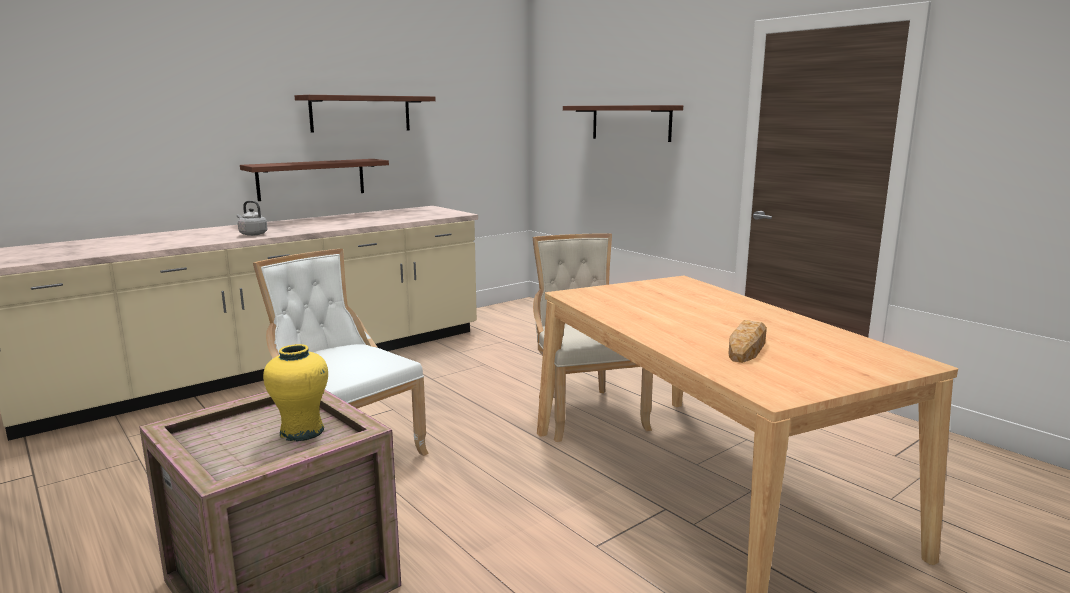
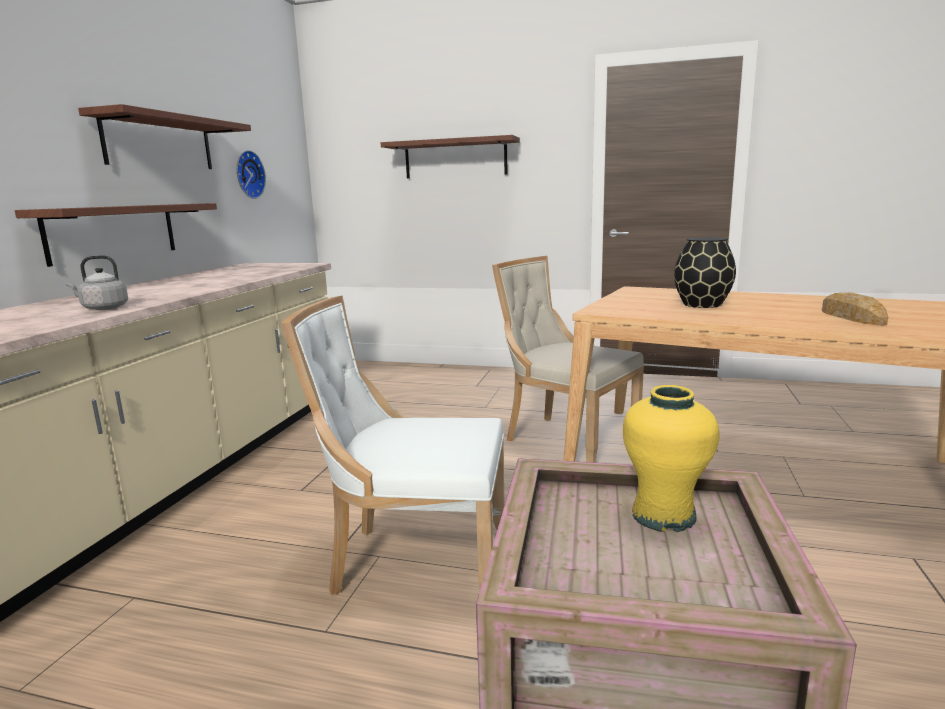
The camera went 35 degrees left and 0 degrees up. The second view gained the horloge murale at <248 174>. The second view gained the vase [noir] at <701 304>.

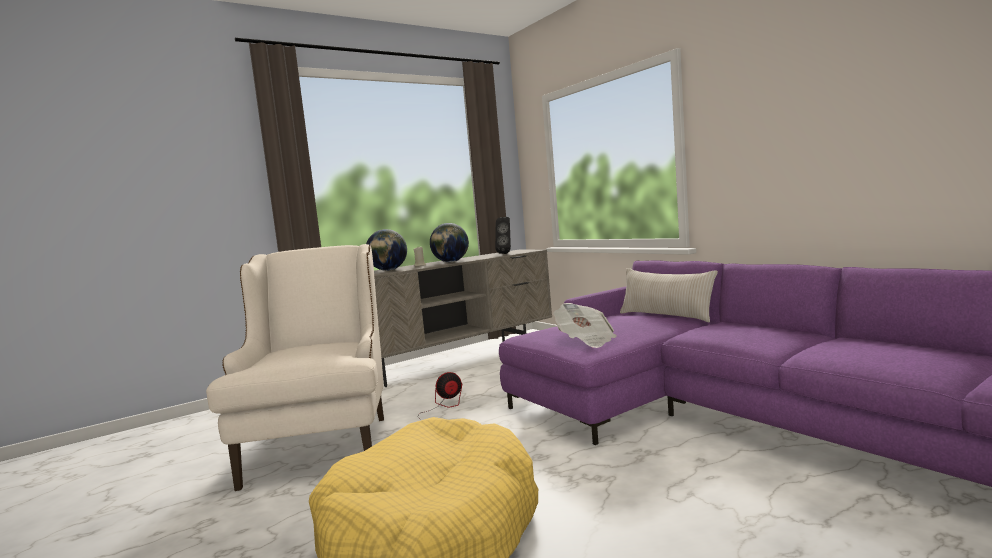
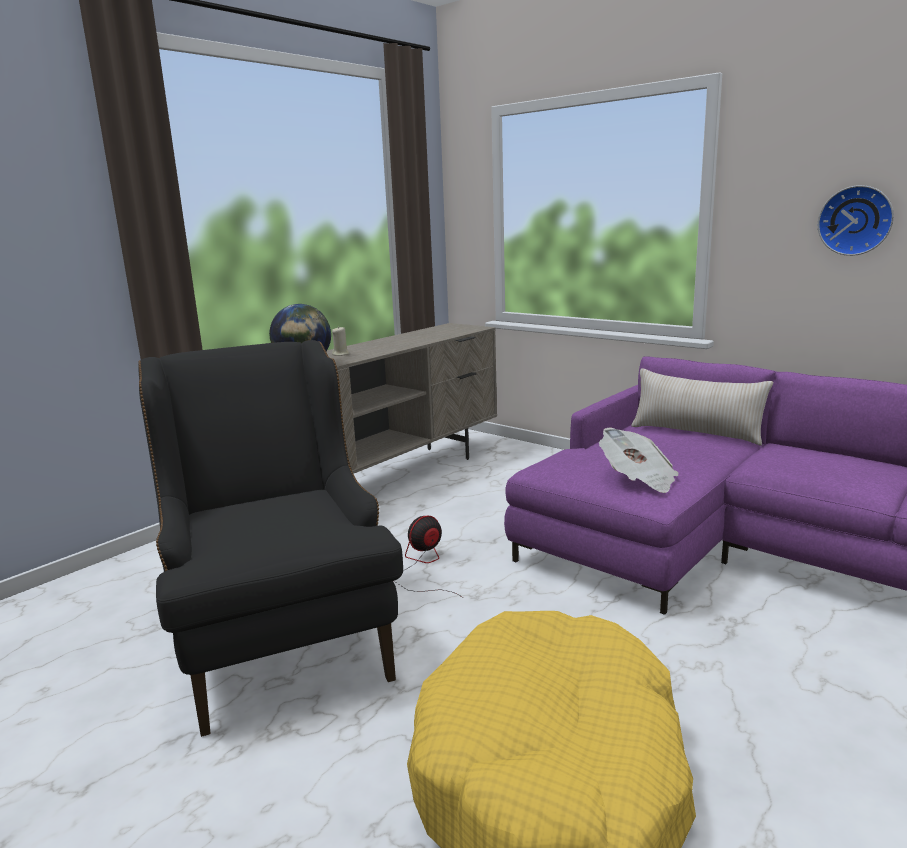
The camera went 15 degrees left and 10 degrees up. What was the fauteuil [beige] at <322 442> turned into the fauteuil [noir] at <280 635>. The second view gained the horloge murale at <855 220>. The second view lost the globe at <451 262>. The second view lost the enceinte [noir] at <506 253>.

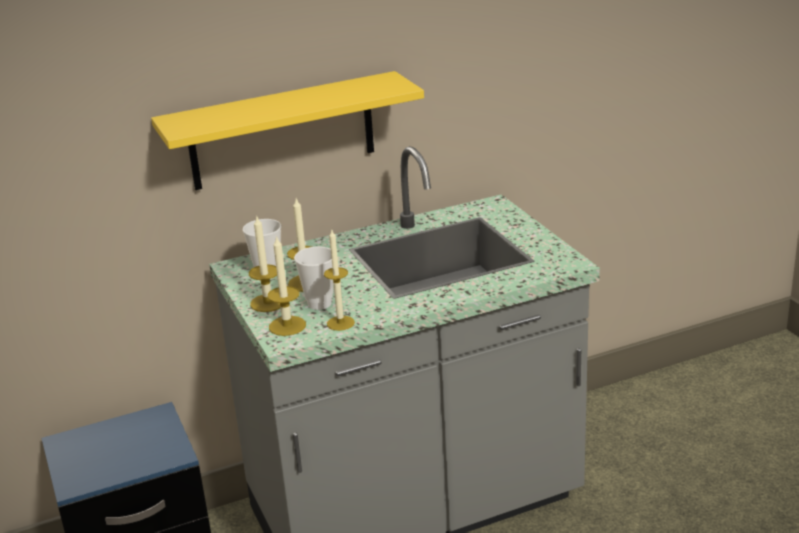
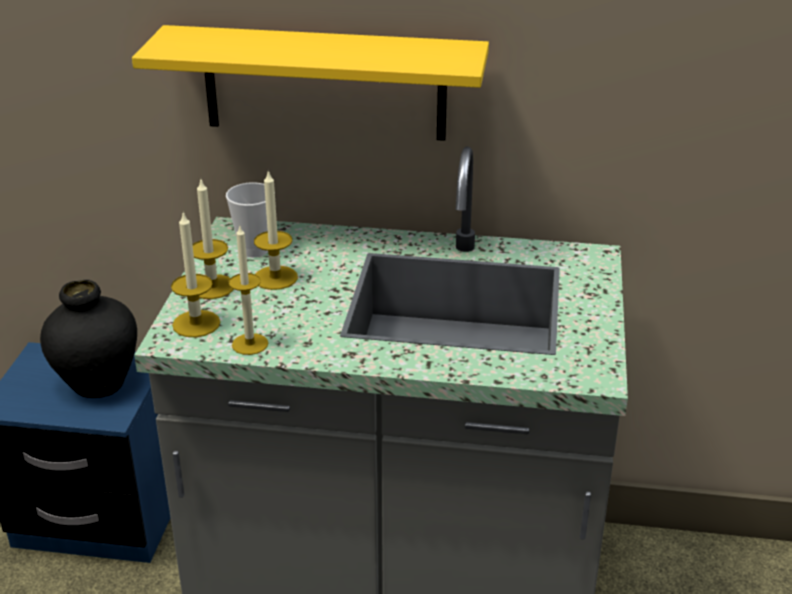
The camera went 30 degrees right and 5 degrees up. The second view gained the vase [noir] at <98 384>. The second view lost the tasse at <319 304>.

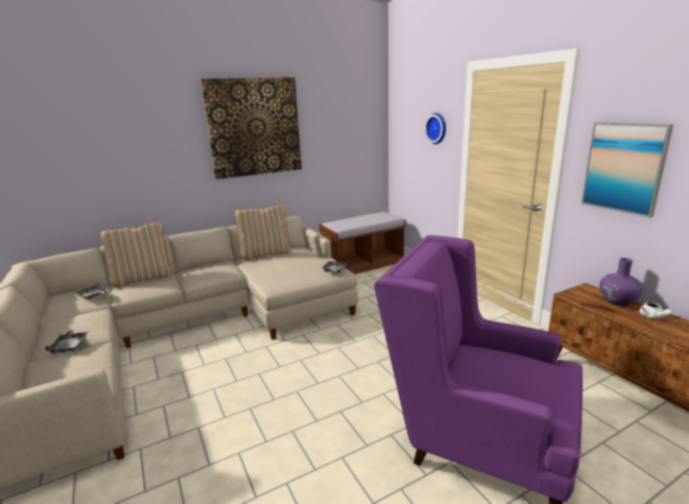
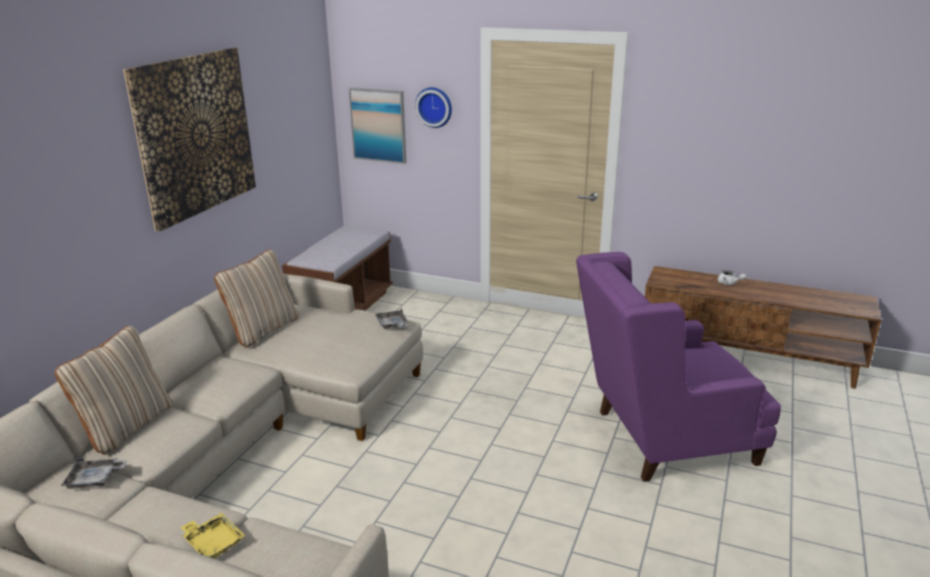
The camera went 40 degrees left and 5 degrees up. What was the plateau [gris] at <70 346> turned into the plateau [jaune] at <213 543>. The tableau ended up elsewhere, having gone from <624 168> to <378 125>. The second view lost the vase [violet] at <617 301>.

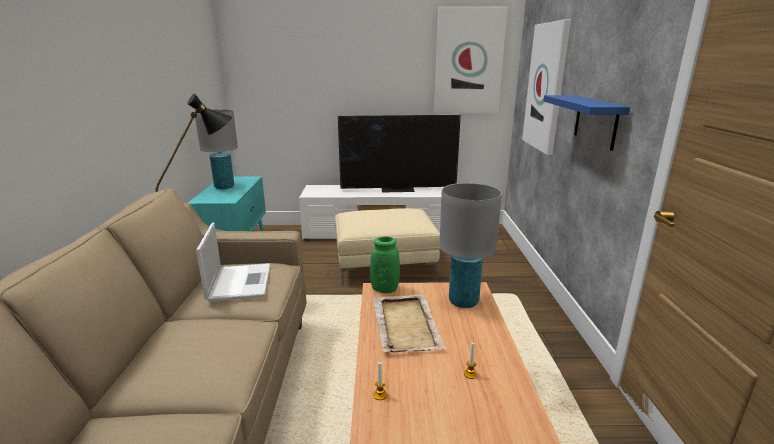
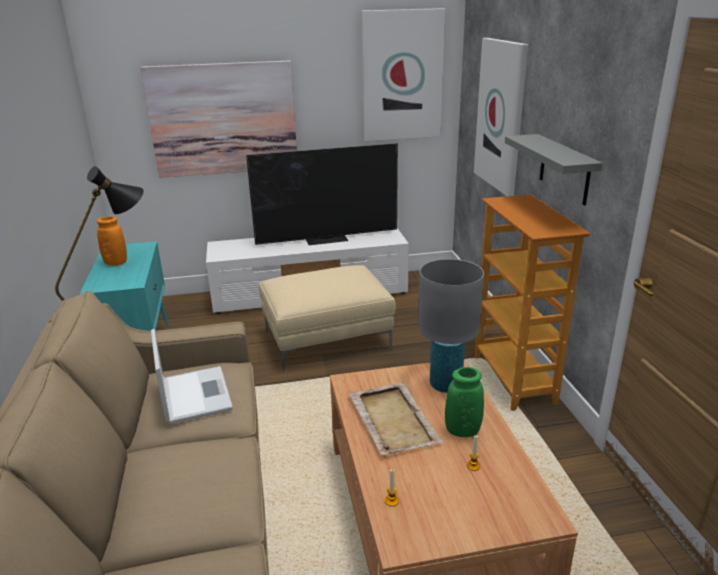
The camera went 10 degrees left and 5 degrees up. Where the lampe de table [gris] stood at <224 187>, the vase [orange] came to stand at <116 263>. The second view gained the tableau at <223 119>. The vase [vert] ended up elsewhere, having gone from <385 289> to <462 430>. The second view gained the bibliothèque at <515 380>. What was the étagère [bleu] at <595 121> turned into the étagère [gris] at <564 169>.

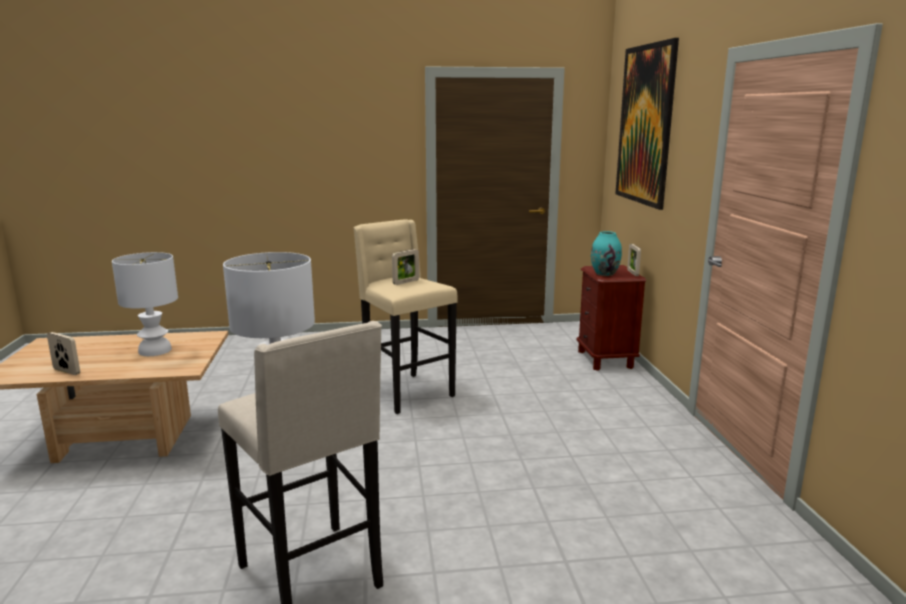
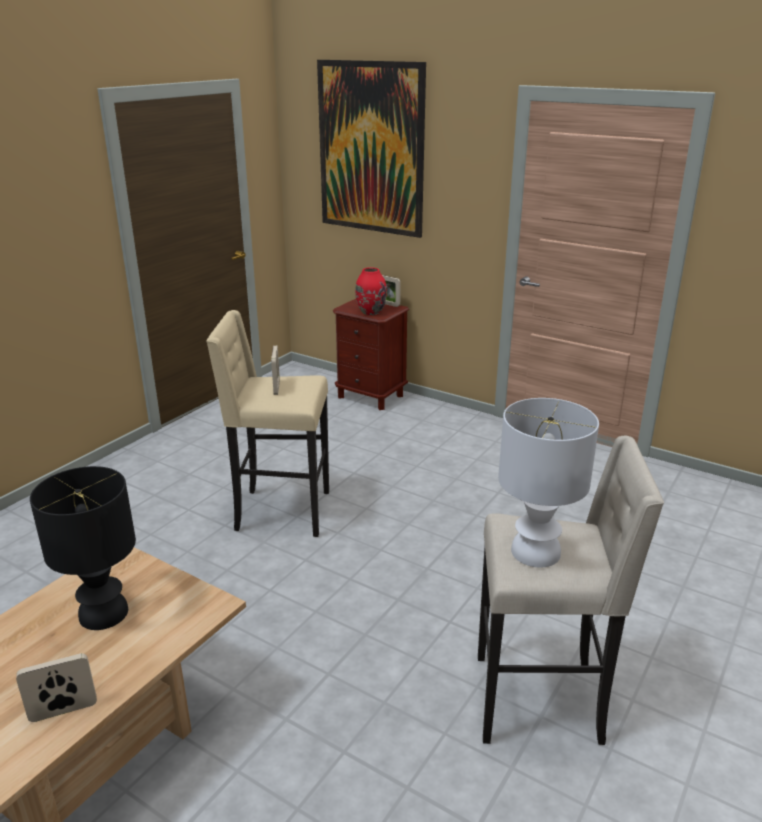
The camera went 50 degrees left and 10 degrees up. What was the lampe de table [blanc] at <156 350> turned into the lampe de table [noir] at <104 612>. What was the vase [turquoise] at <604 273> turned into the vase [rouge] at <371 312>.

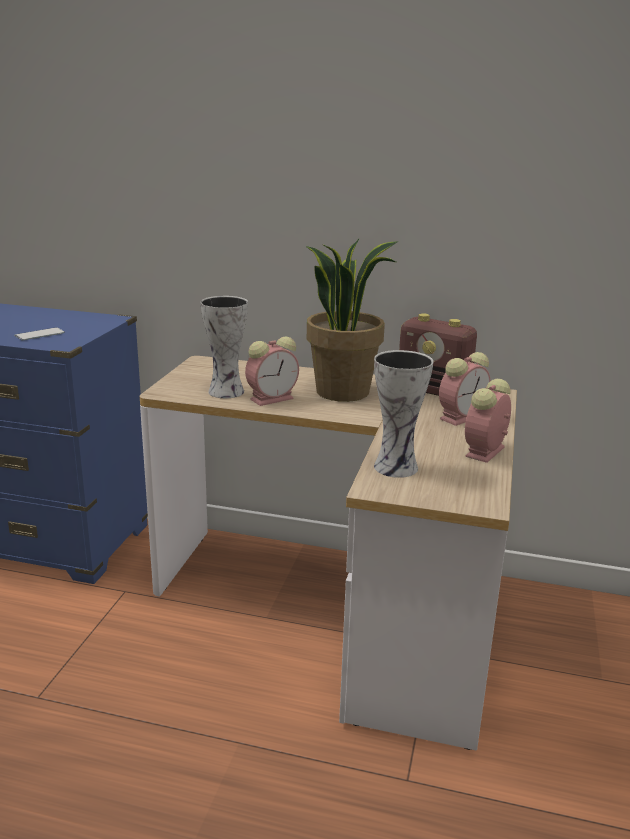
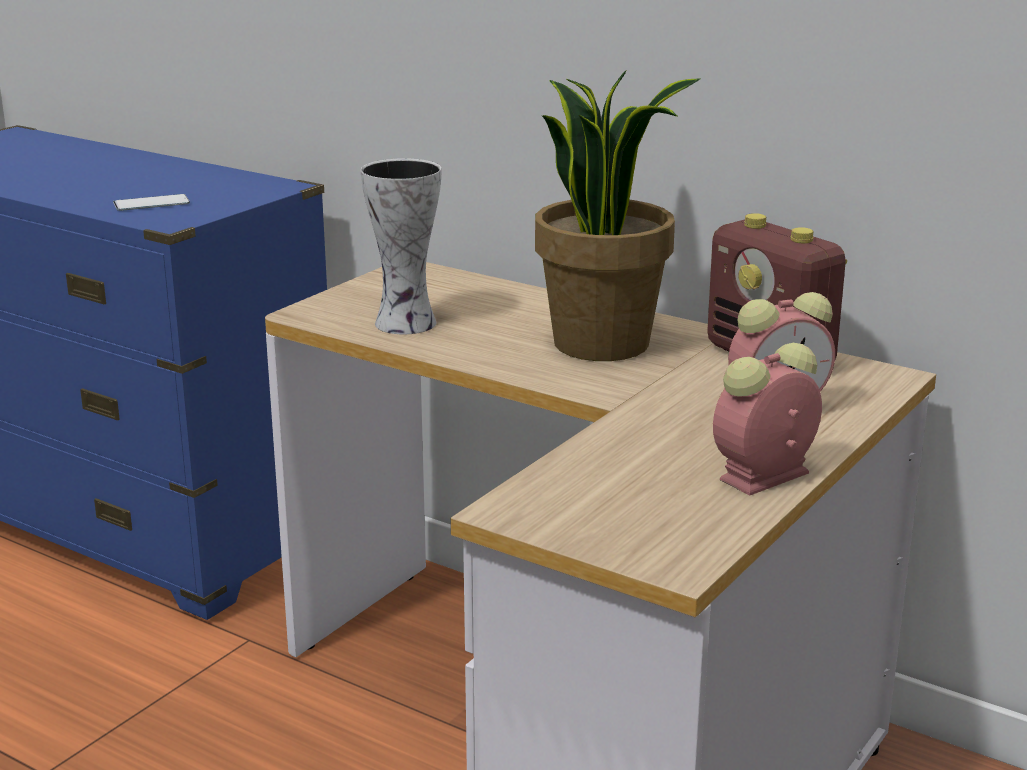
The camera went 20 degrees right and 0 degrees up. The second view lost the réveil at <273 398>. The second view lost the vase at <398 467>.

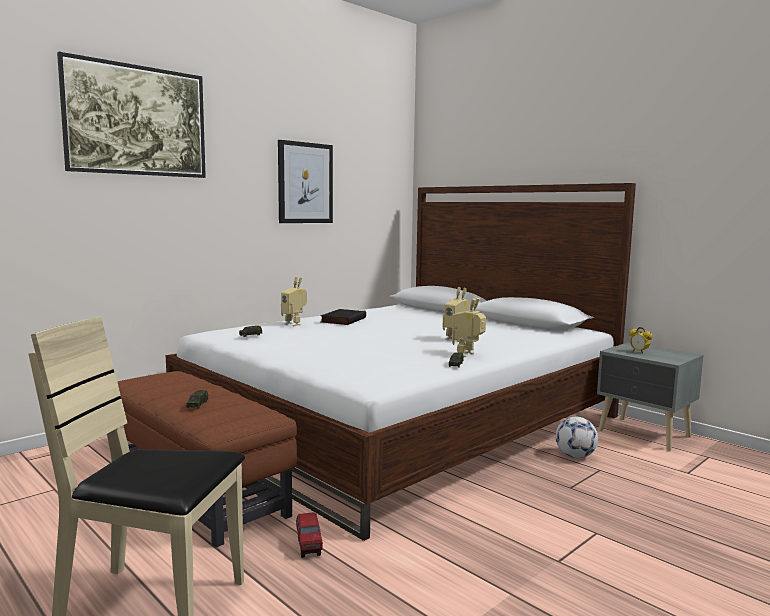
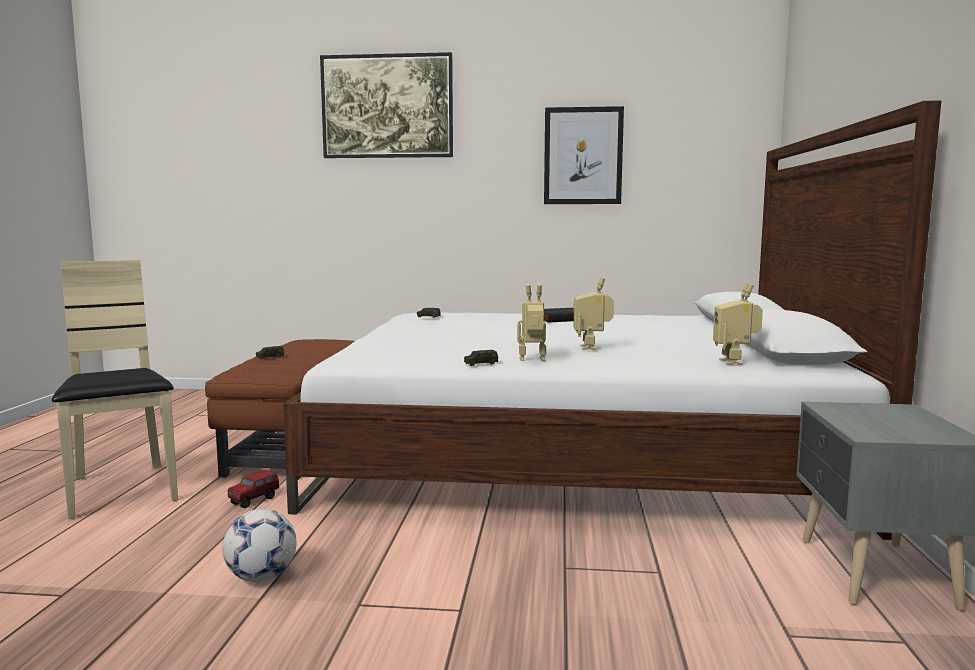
The camera went 50 degrees right and 0 degrees up. The ballon de foot ended up elsewhere, having gone from <575 456> to <261 577>. The robot jouet ended up elsewhere, having gone from <294 324> to <735 362>. The second view lost the réveil at <639 352>.

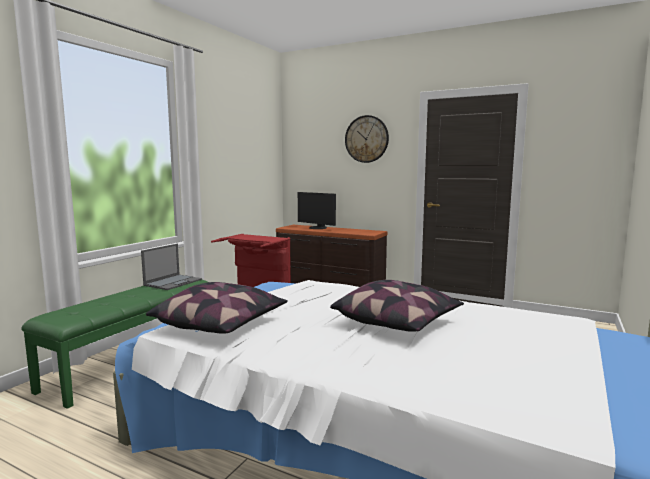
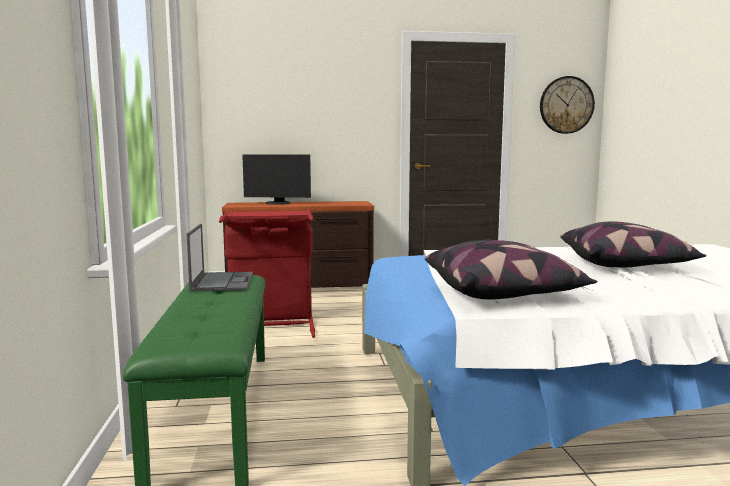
The camera went 35 degrees left and 0 degrees up. The horloge murale ended up elsewhere, having gone from <366 139> to <566 105>.

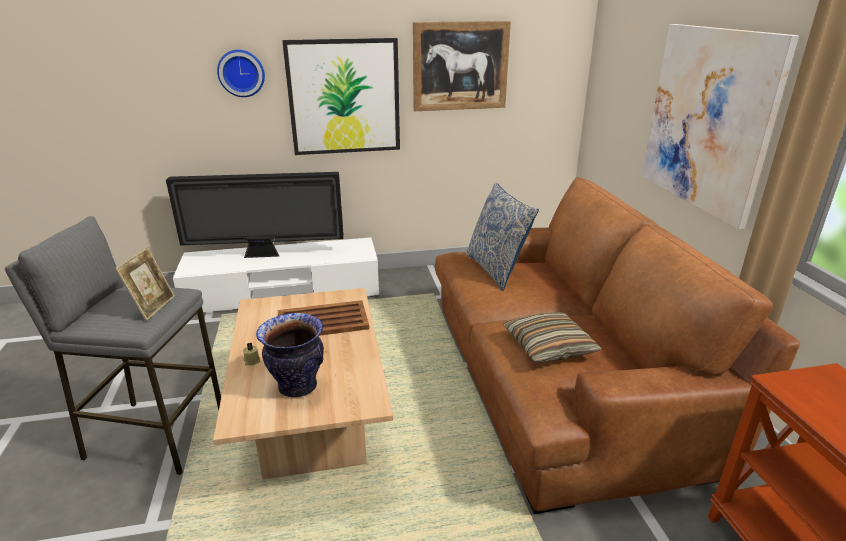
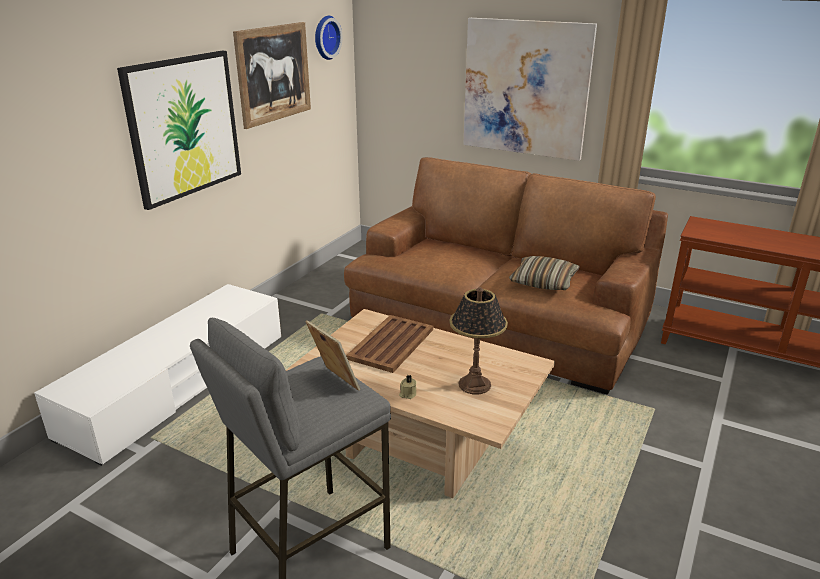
The camera went 50 degrees left and 0 degrees up. The horloge murale ended up elsewhere, having gone from <241 73> to <325 37>. Where the vase stood at <298 386>, the lampe de table came to stand at <475 385>. The second view lost the téléviseur at <265 255>. The second view lost the coussin at <496 269>.

